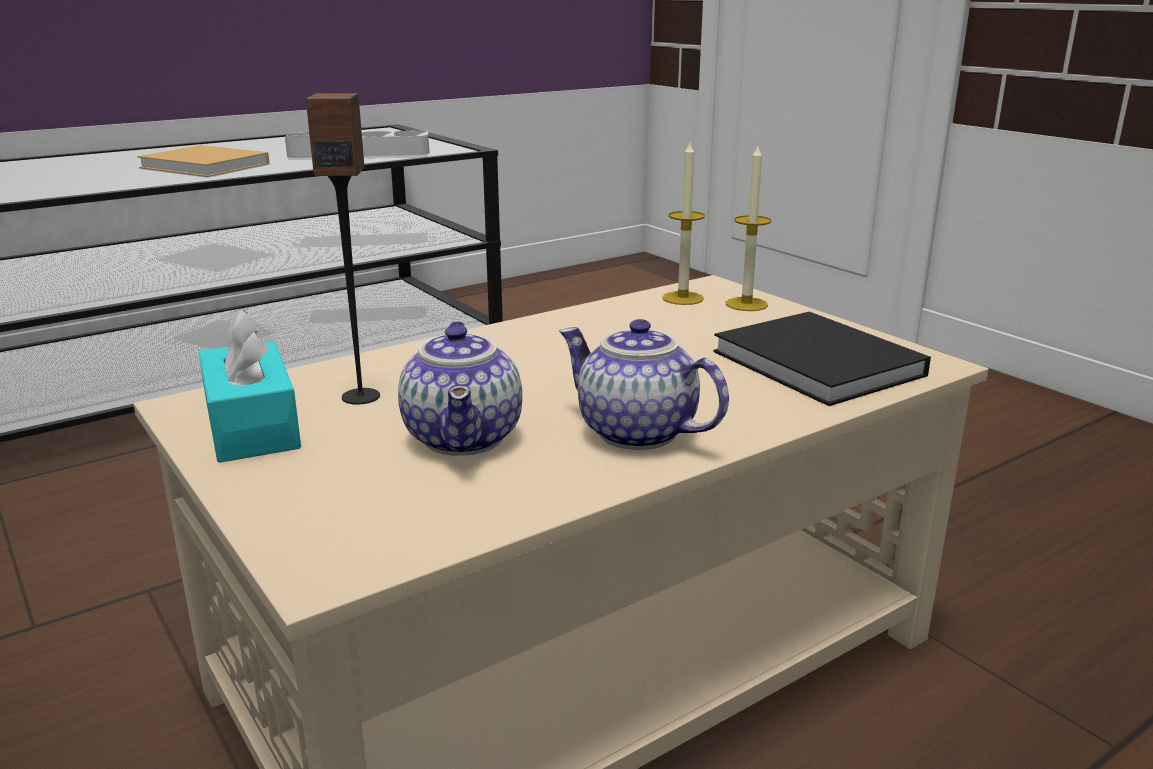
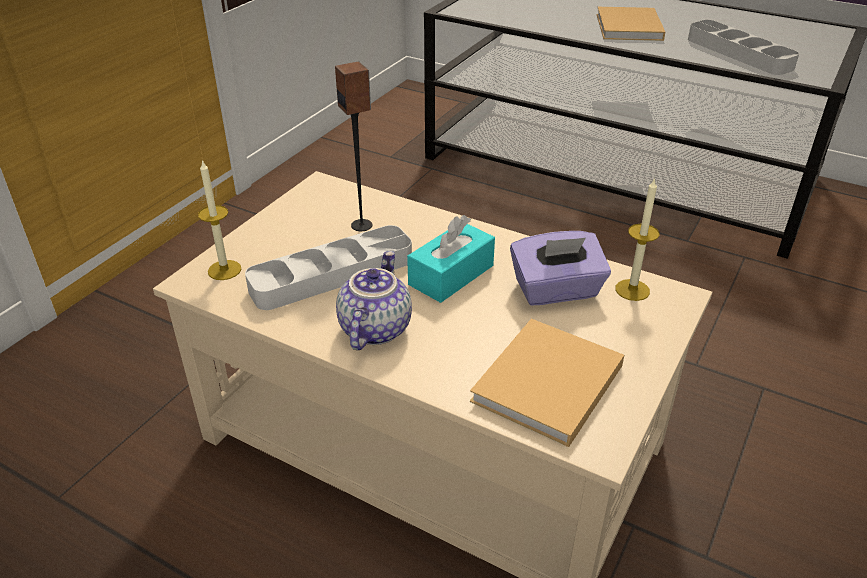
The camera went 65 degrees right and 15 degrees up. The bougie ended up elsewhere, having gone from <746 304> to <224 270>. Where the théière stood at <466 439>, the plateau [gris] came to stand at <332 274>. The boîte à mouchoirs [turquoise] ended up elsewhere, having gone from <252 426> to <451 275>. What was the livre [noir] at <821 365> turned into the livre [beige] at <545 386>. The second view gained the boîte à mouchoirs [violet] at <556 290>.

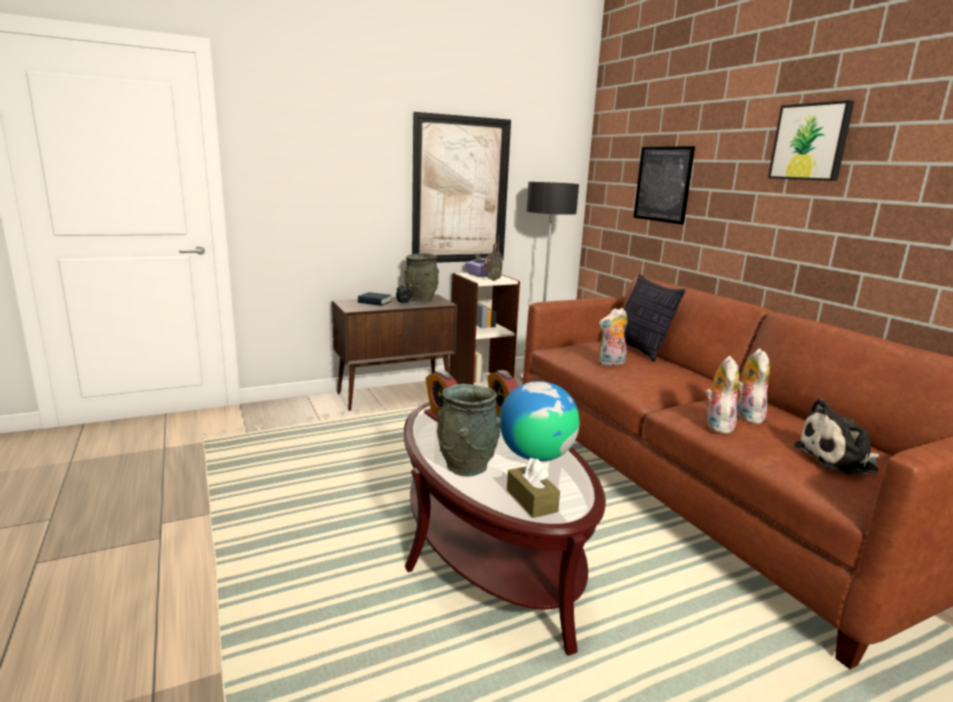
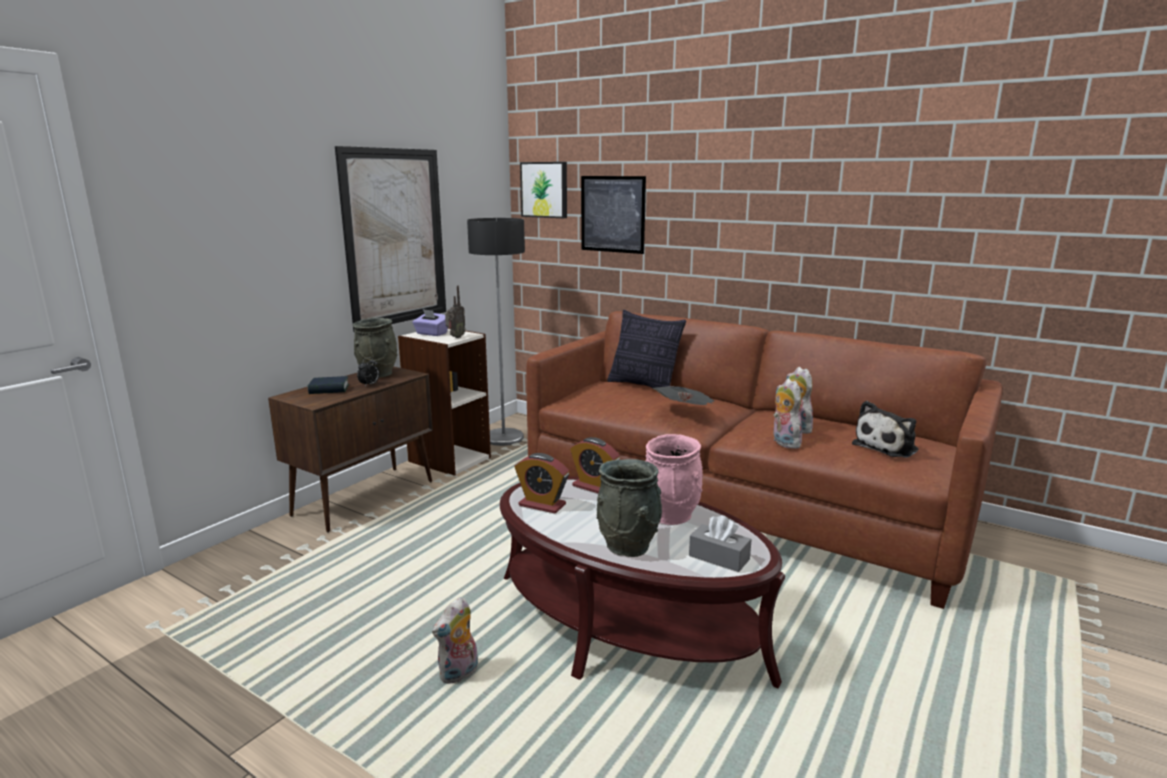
The camera went 30 degrees left and 0 degrees up. The peluche ended up elsewhere, having gone from <611 363> to <459 674>. The tableau ended up elsewhere, having gone from <810 142> to <545 190>. Where the globe stood at <536 456>, the vase [rose] came to stand at <670 515>. The second view gained the journal at <684 412>. What was the boîte à mouchoirs [marron] at <531 501> turned into the boîte à mouchoirs [gris] at <719 557>.

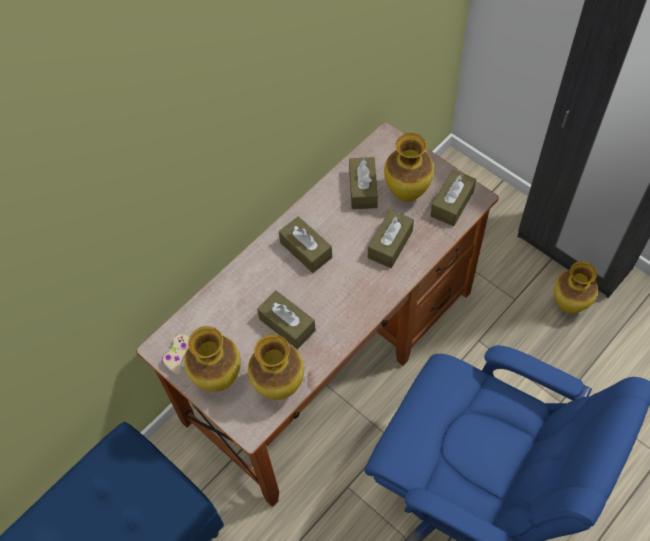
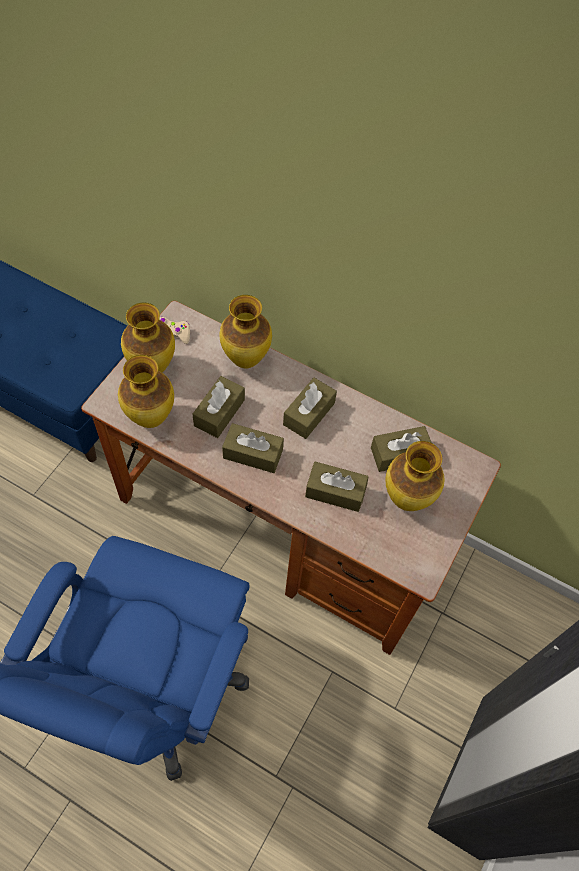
The camera went 70 degrees right and 0 degrees up. The vase ended up elsewhere, having gone from <569 306> to <245 360>. The boîte à mouchoirs [marron] ended up elsewhere, having gone from <452 203> to <253 454>.

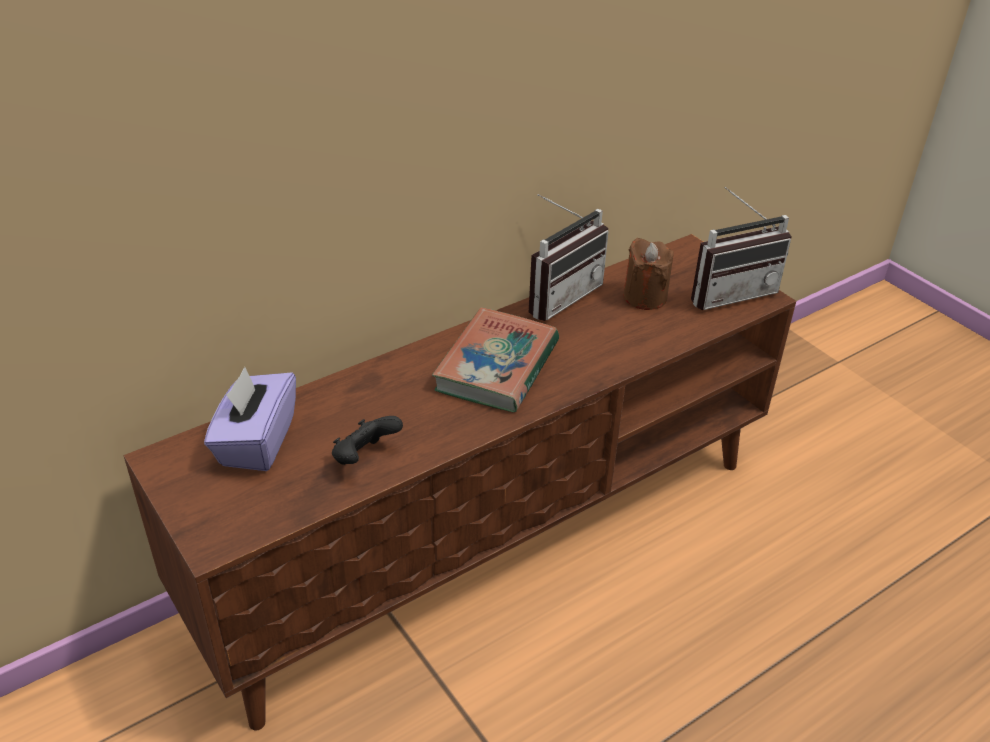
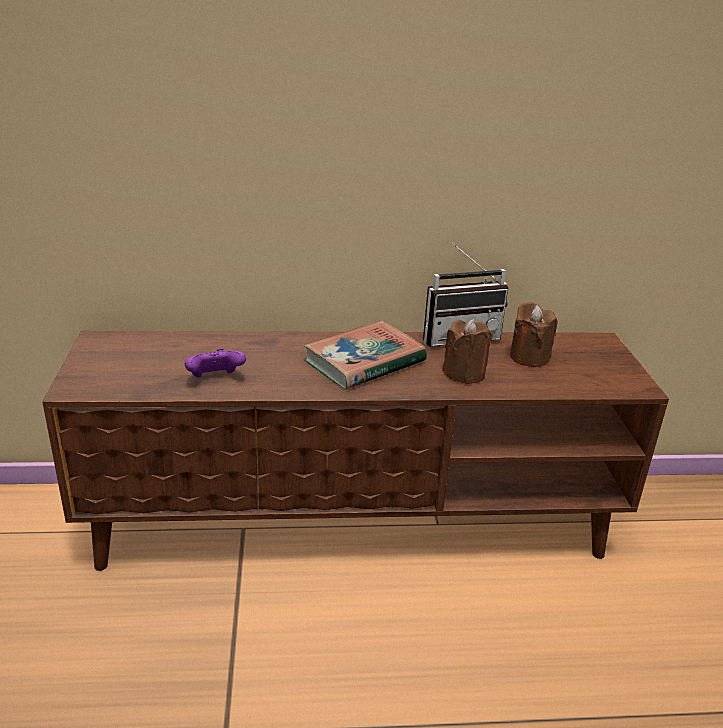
The camera went 30 degrees right and 10 degrees down. What was the manette [noir] at <364 457> turned into the manette [violet] at <215 379>. The second view gained the bougie [marron] at <464 374>. The second view lost the boîte à mouchoirs [violet] at <256 442>. The second view lost the radio at <729 292>.

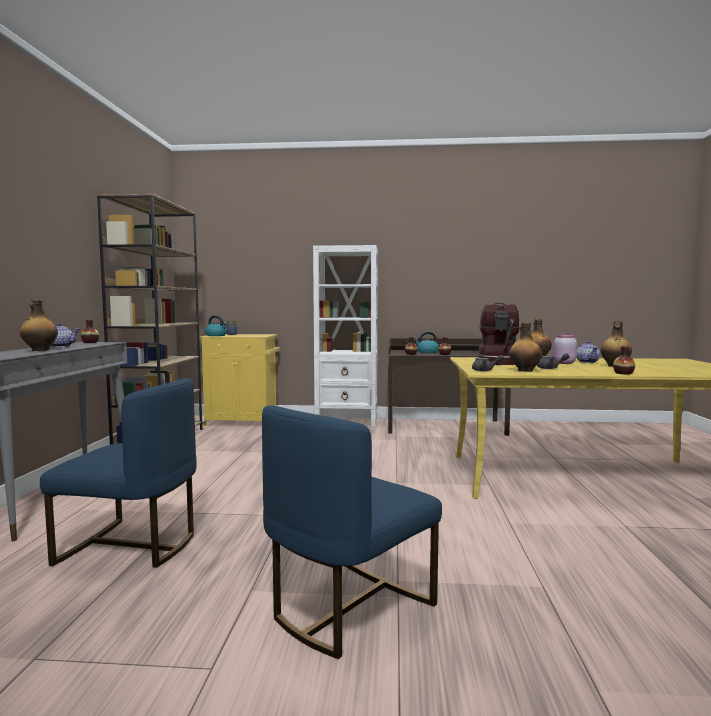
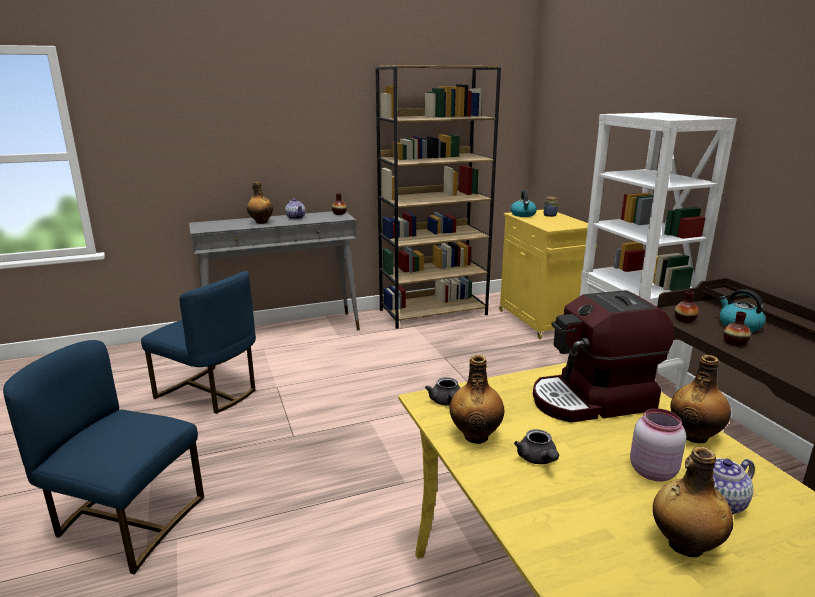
The camera went 65 degrees right and 15 degrees up. The chaise [bleu] at <131 546> ended up facing another way, 45 degrees counterclockwise from before. The second view lost the vase at <623 373>.

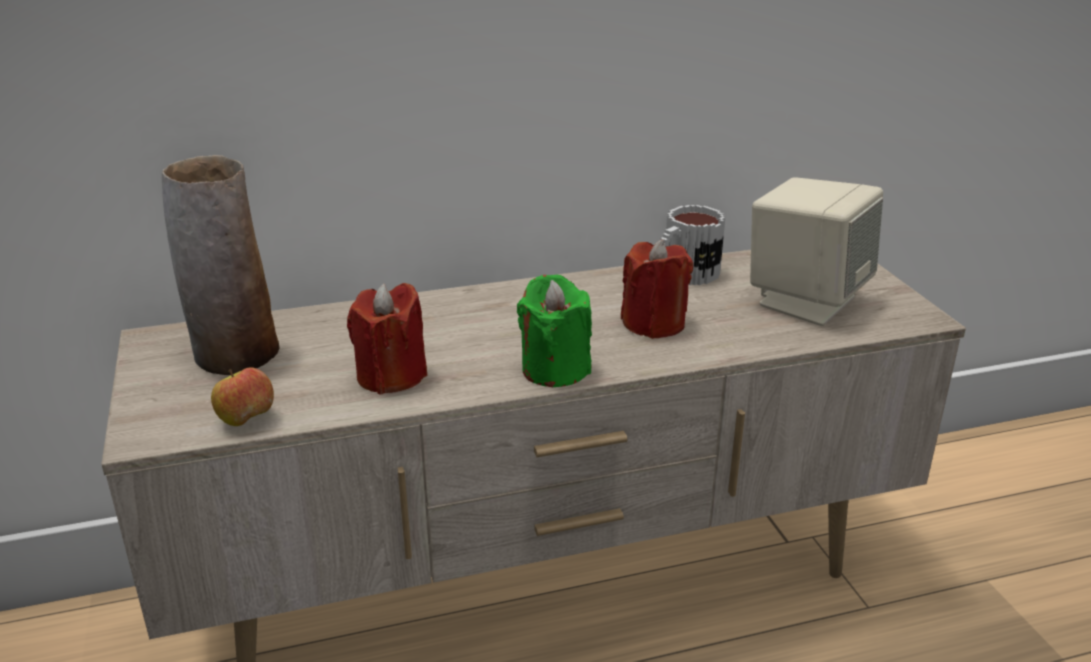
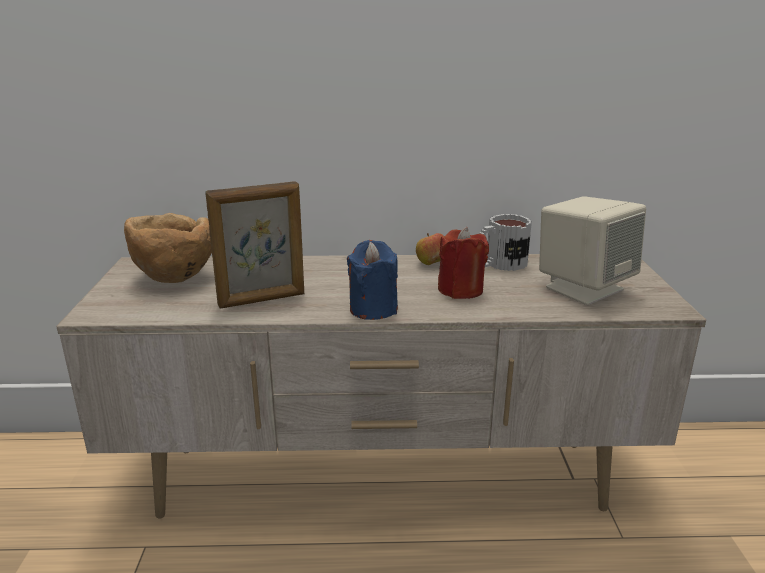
The camera went 15 degrees right and 5 degrees down. Where the vase stood at <235 356>, the bol [marron] came to stand at <175 278>. Where the bougie [rouge] stood at <391 376>, the cadre photo came to stand at <262 300>. What was the bougie [vert] at <555 369> turned into the bougie [bleu] at <373 309>. The pomme ended up elsewhere, having gone from <246 420> to <432 264>.

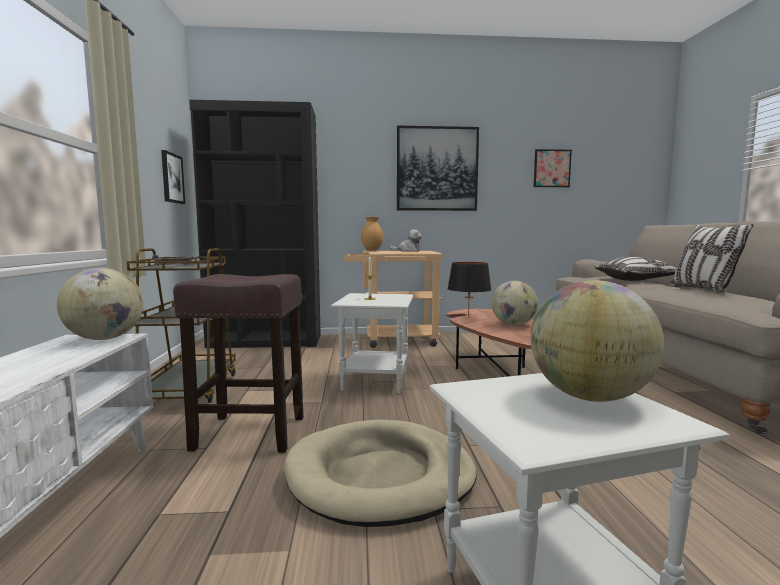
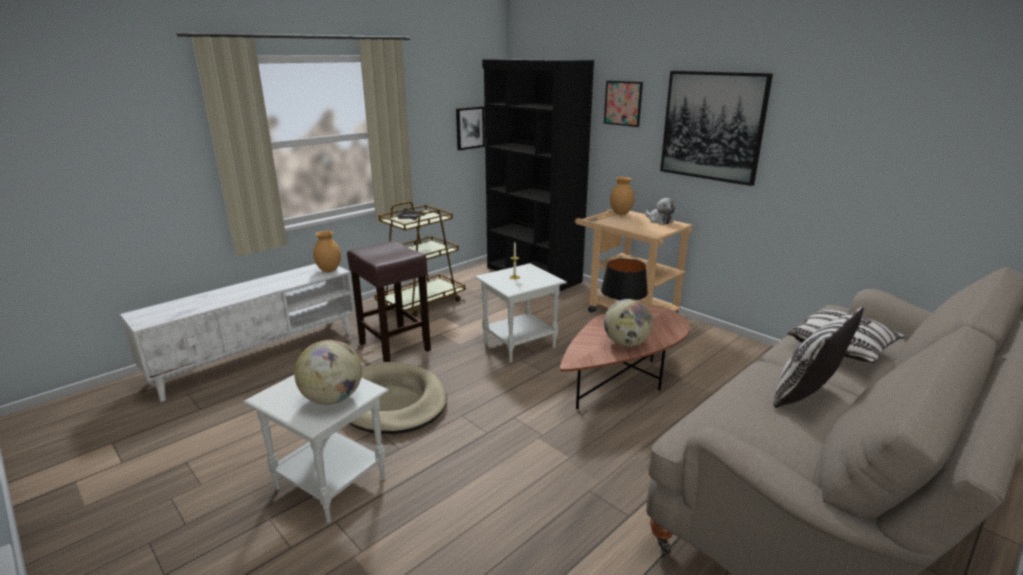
The camera went 50 degrees right and 15 degrees up. Where the globe stood at <105 338>, the vase [marron] came to stand at <329 270>. The tableau ended up elsewhere, having gone from <552 168> to <623 103>.

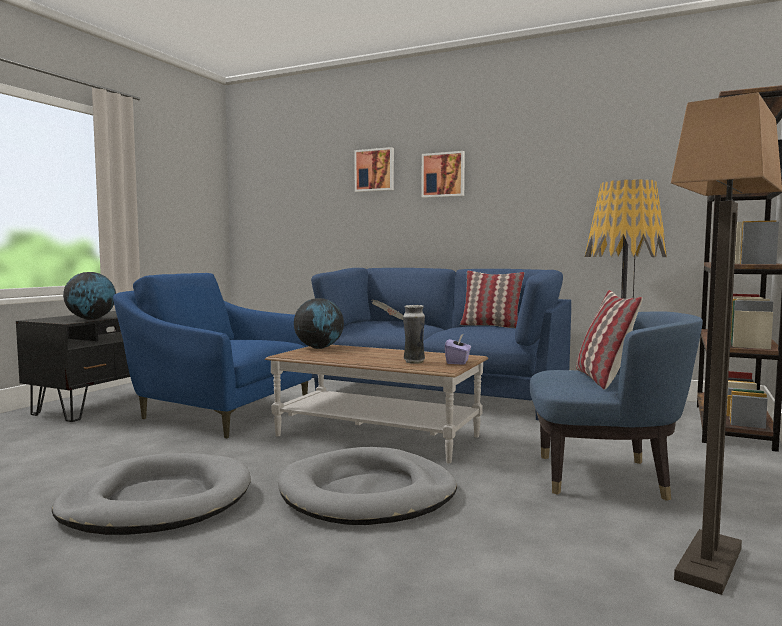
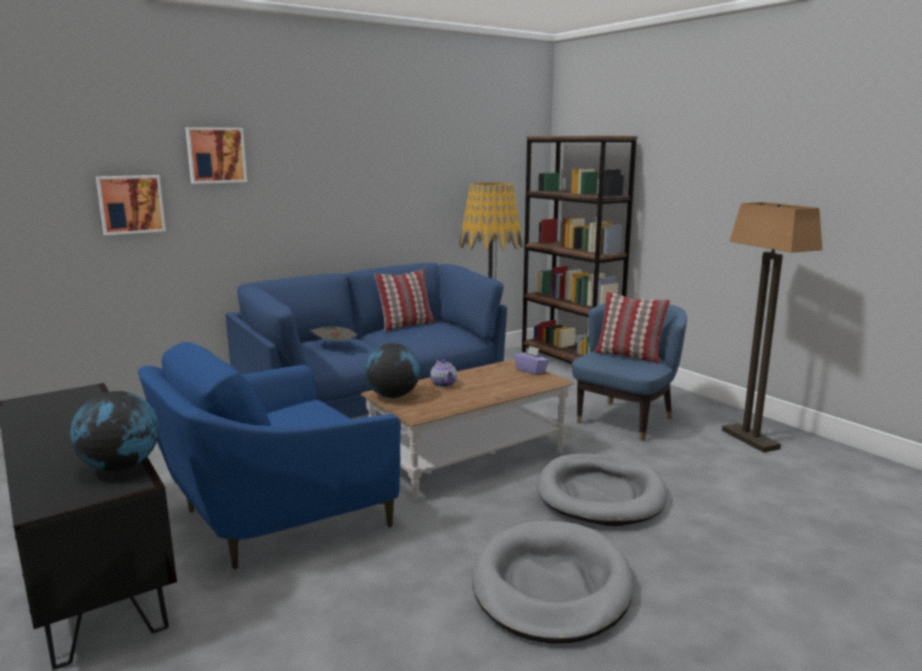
The camera went 60 degrees left and 10 degrees up. The tableau ended up elsewhere, having gone from <443 175> to <131 204>. The second view gained the théière at <443 384>. The second view lost the vase at <413 362>.

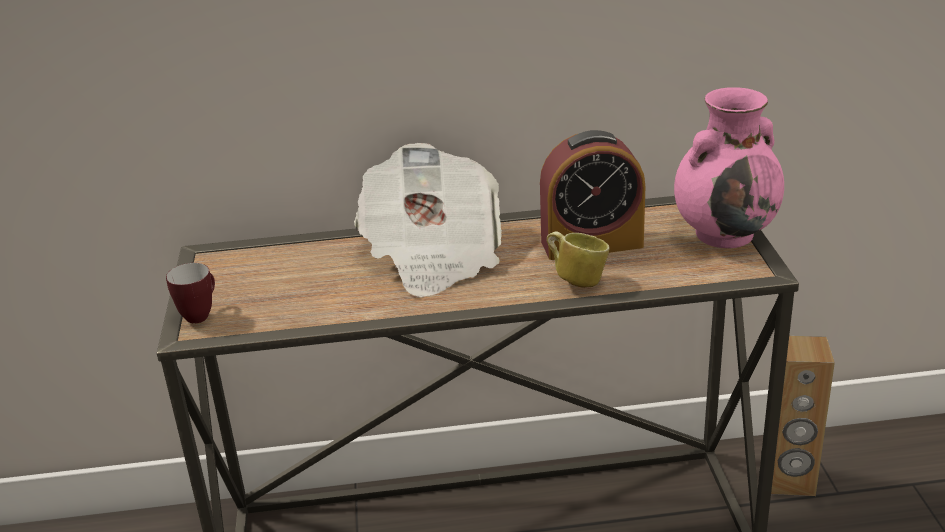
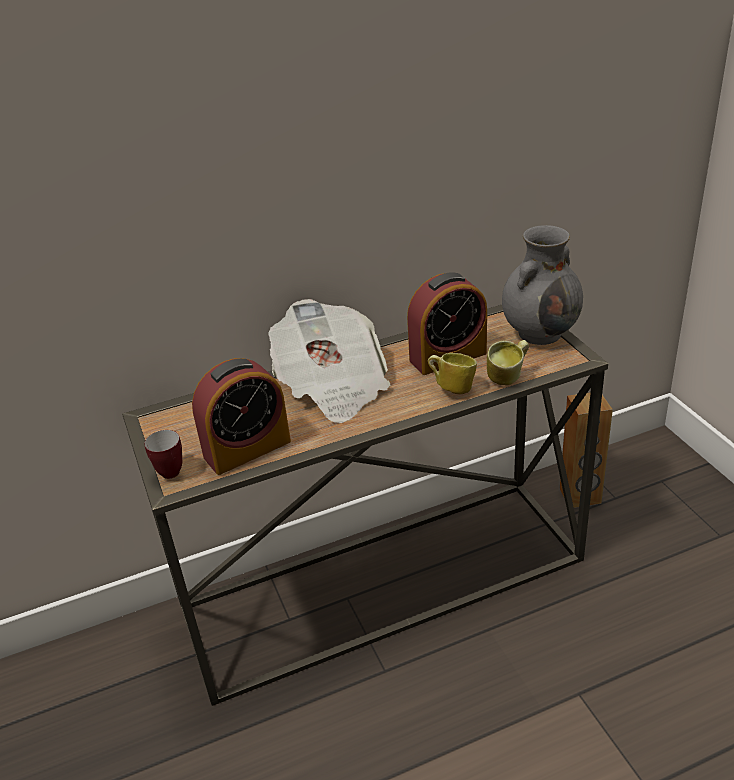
The camera went 15 degrees left and 5 degrees up. The second view gained the réveil at <247 449>. The second view gained the mug at <508 378>. What was the vase [rose] at <726 233> turned into the vase [gris] at <540 332>.

